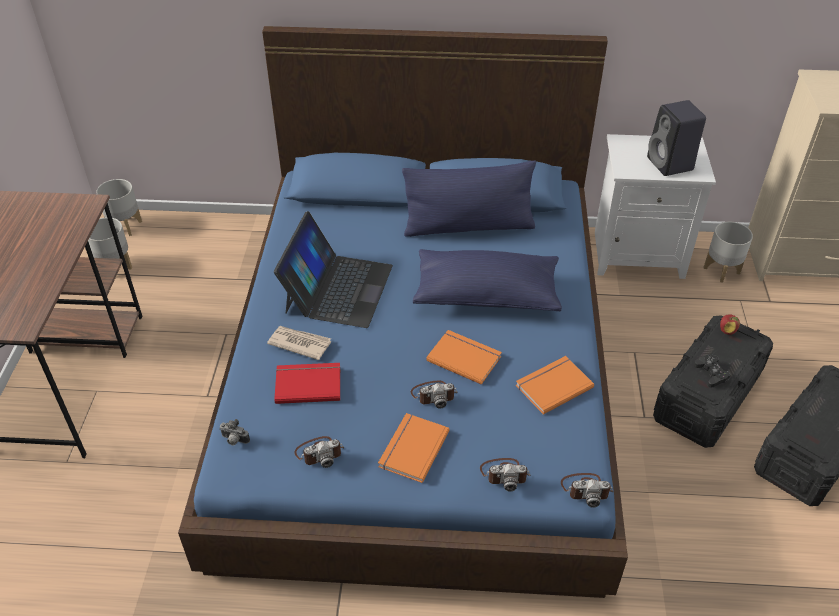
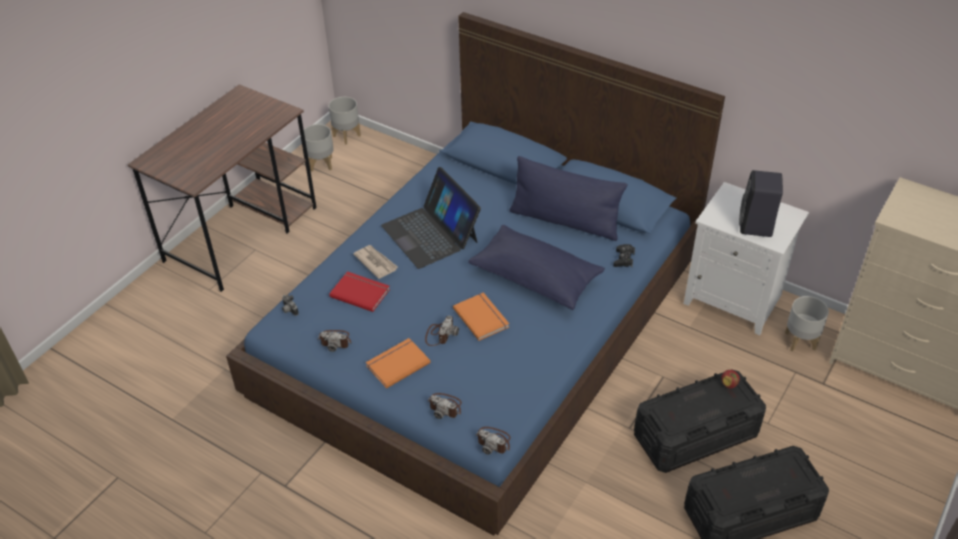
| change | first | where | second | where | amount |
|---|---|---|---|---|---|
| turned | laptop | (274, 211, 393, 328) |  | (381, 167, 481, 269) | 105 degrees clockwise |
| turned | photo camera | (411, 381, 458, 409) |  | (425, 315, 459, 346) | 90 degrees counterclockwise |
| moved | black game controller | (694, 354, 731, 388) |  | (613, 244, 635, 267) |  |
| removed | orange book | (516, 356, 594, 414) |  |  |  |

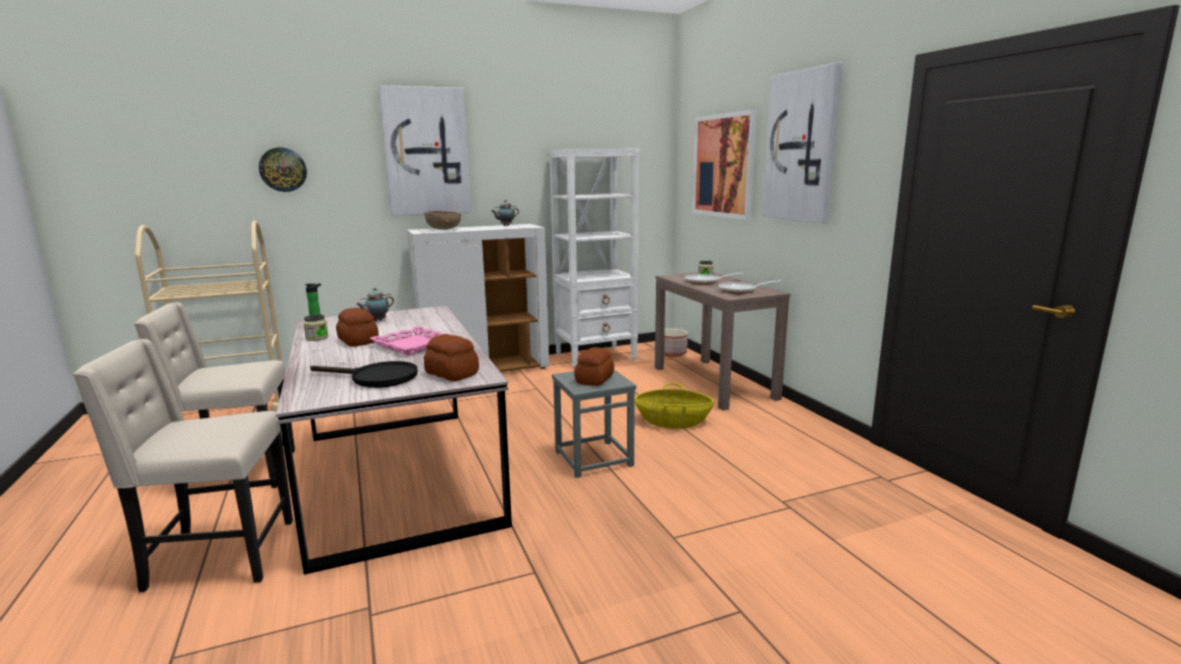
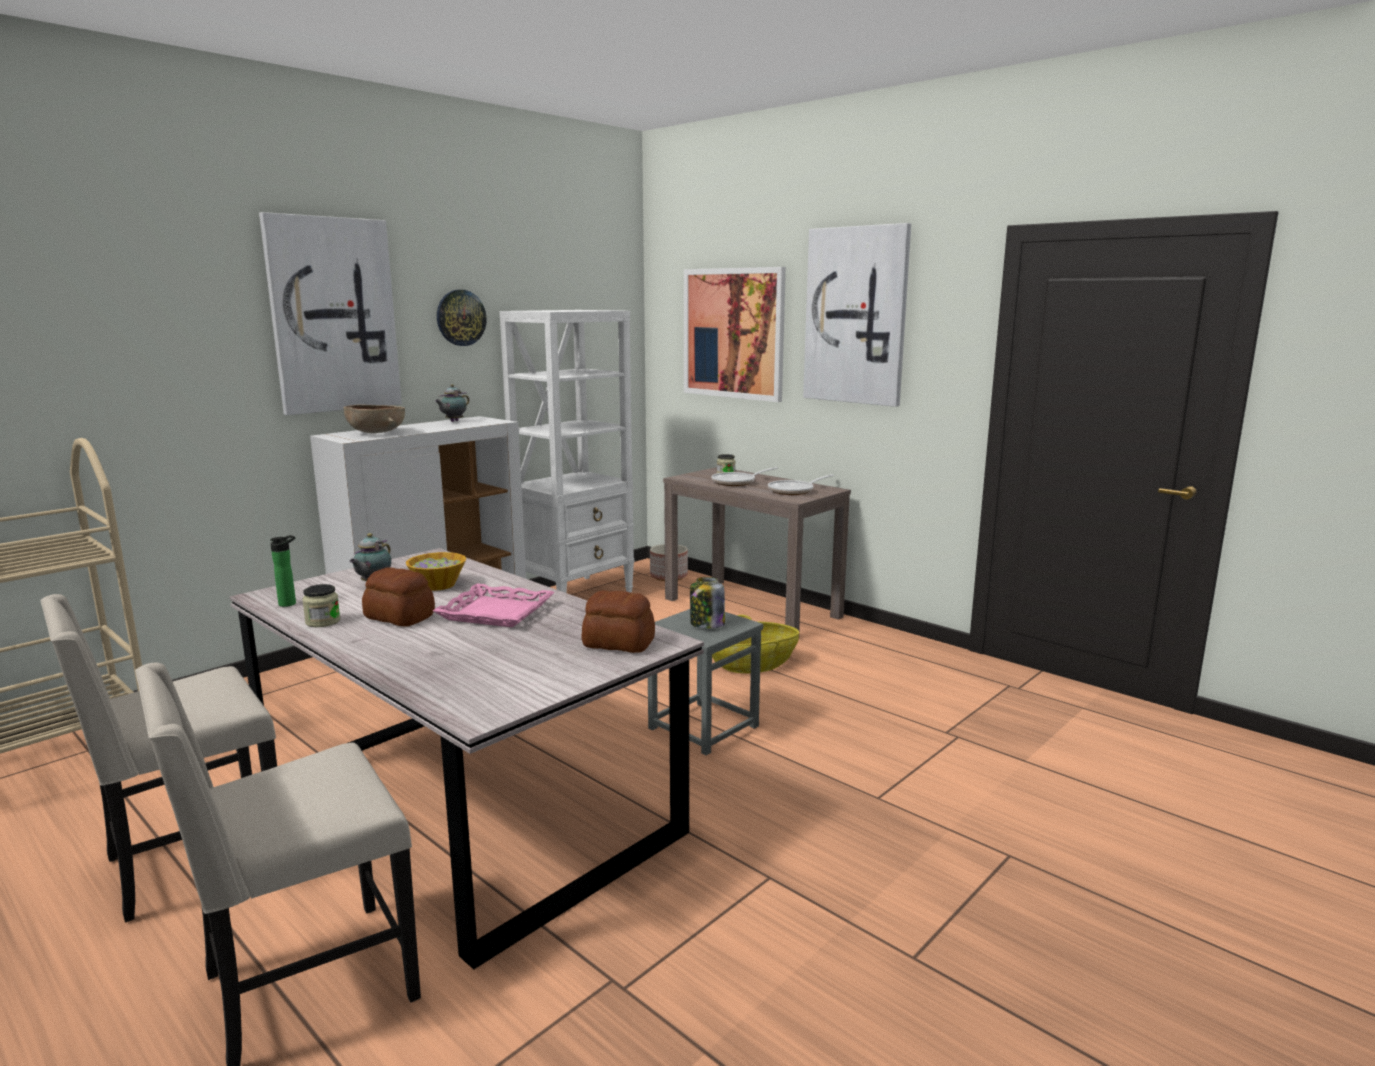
| change | first | where | second | where | amount |
|---|---|---|---|---|---|
| added |  |  | bowl | (406, 552, 466, 591) |  |
| moved | wall clock | (259, 148, 307, 192) |  | (437, 290, 487, 346) |  |
| replaced | bread | (574, 347, 614, 386) | jar | (690, 577, 725, 628) |  |
| removed | black frying pan | (310, 361, 418, 388) |  |  |  |

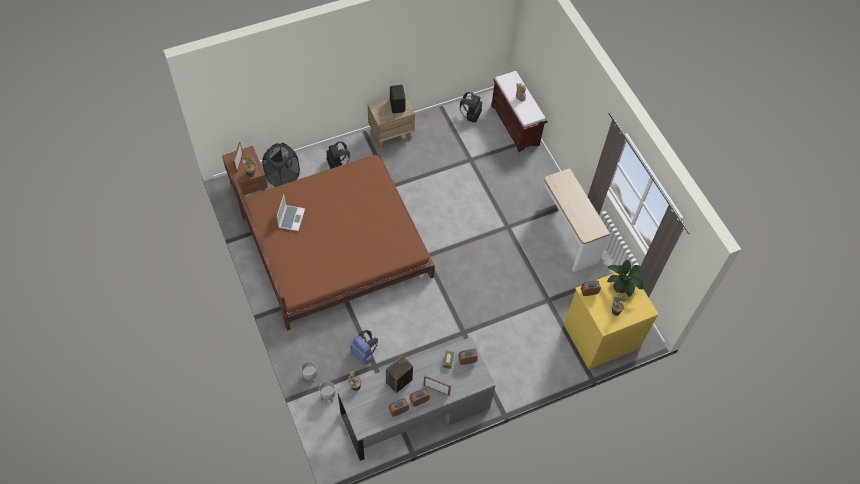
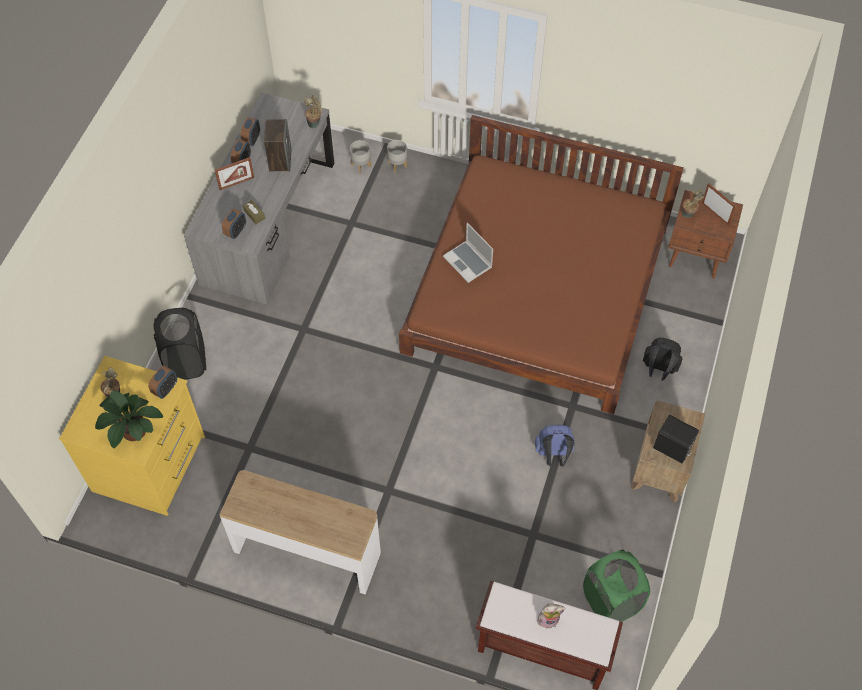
| change | first | where | second | where | amount |
|---|---|---|---|---|---|
| moved | black laundry basket | (262, 143, 300, 187) |  | (154, 308, 206, 380) |  |
| moved | laptop | (277, 195, 305, 231) |  | (443, 223, 493, 283) |  |
| moved | blue backpack | (350, 330, 378, 365) |  | (535, 425, 575, 467) |  |
| replaced | black backpack | (460, 92, 482, 123) | green laundry basket | (583, 550, 650, 622) |  |

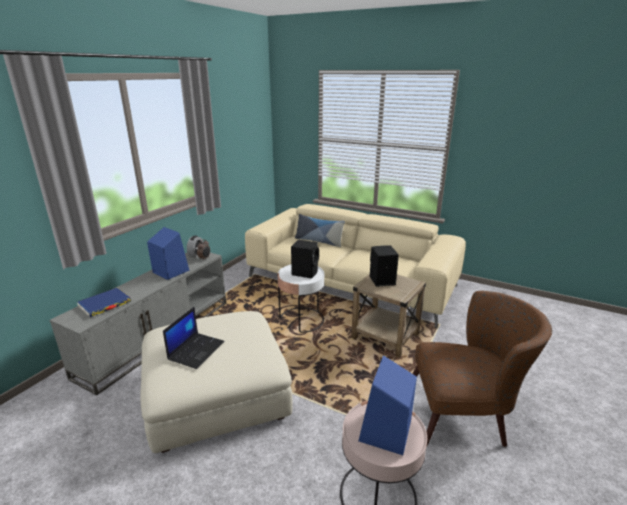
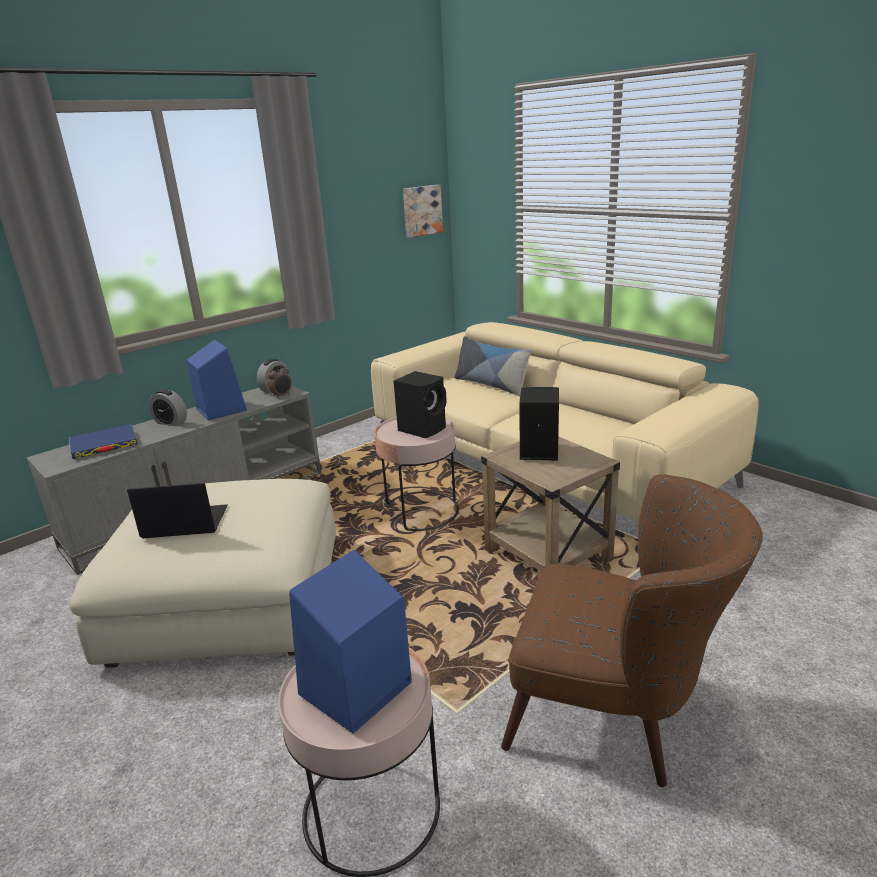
| change | first | where | second | where | amount |
|---|---|---|---|---|---|
| turned | laptop | (163, 307, 225, 369) |  | (127, 483, 228, 539) | 135 degrees counterclockwise |
| added |  |  | alarm clock | (149, 390, 187, 426) |  |
| recoloured | white side table | (277, 265, 324, 333) | pink side table | (374, 417, 459, 531) |  |
| added |  |  | picture | (403, 185, 443, 238) |  |

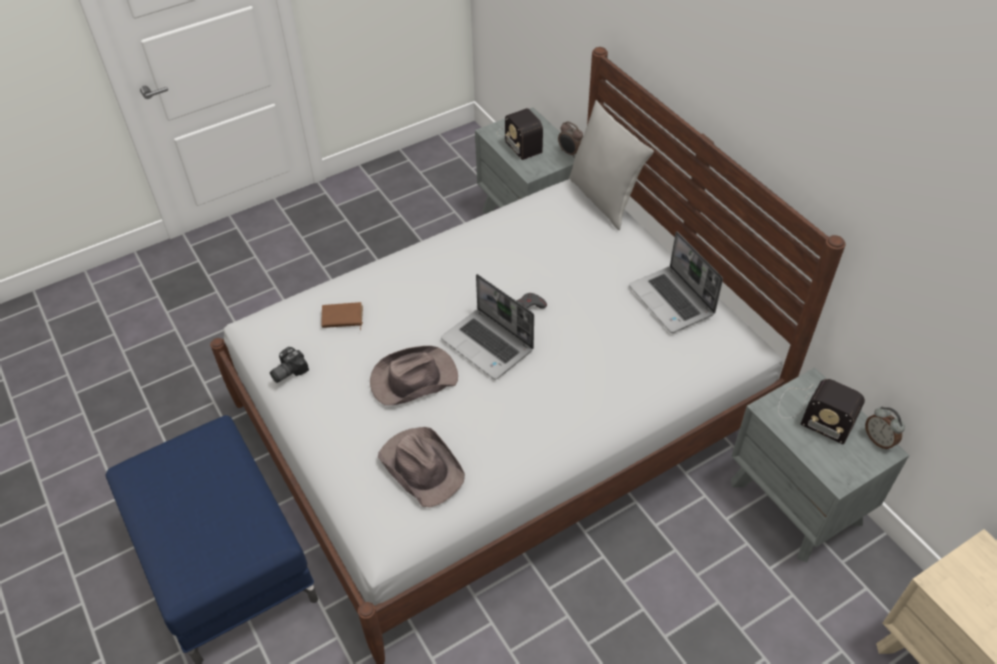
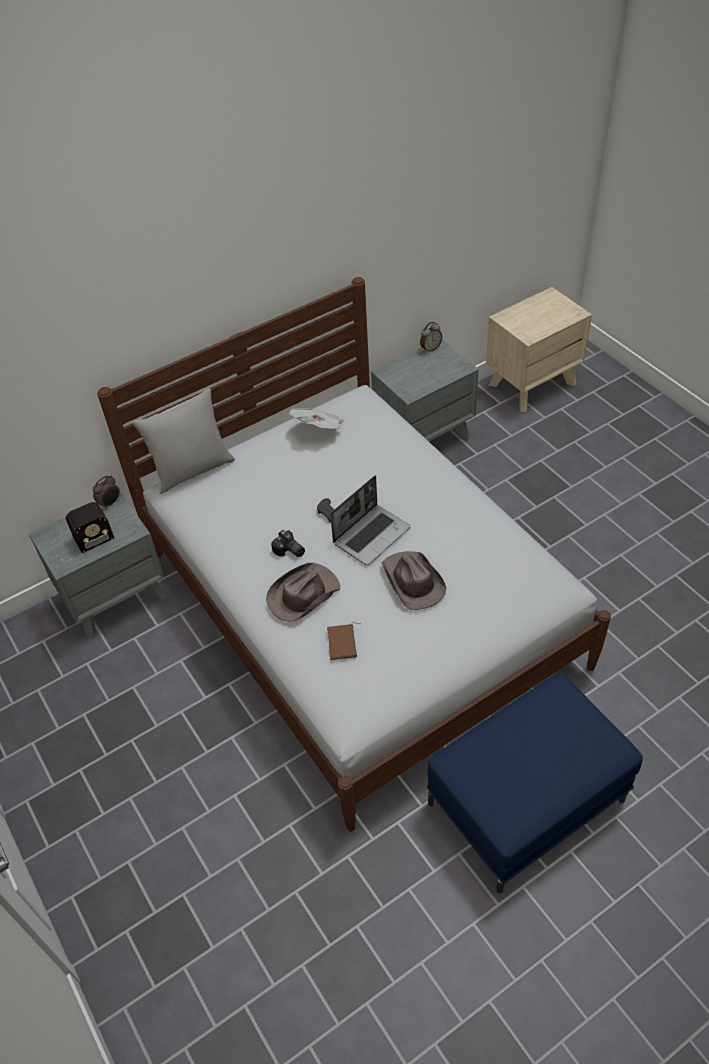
| change | first | where | second | where | amount |
|---|---|---|---|---|---|
| moved | brown hat | (378, 427, 465, 507) |  | (266, 563, 340, 622) |  |
| moved | photo camera | (270, 347, 309, 383) |  | (271, 530, 305, 557) |  |
| replaced | laptop | (629, 231, 723, 333) | newspaper | (289, 408, 344, 429) |  |
| removed | radio | (778, 379, 865, 445) |  |  |  |

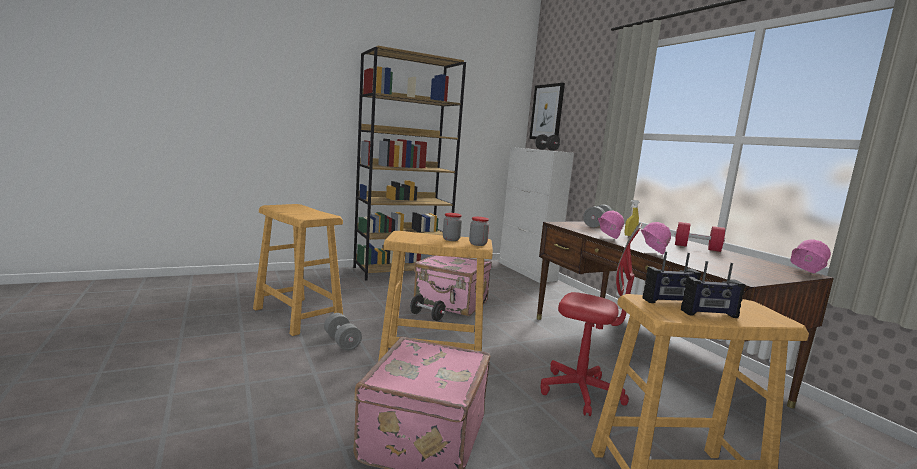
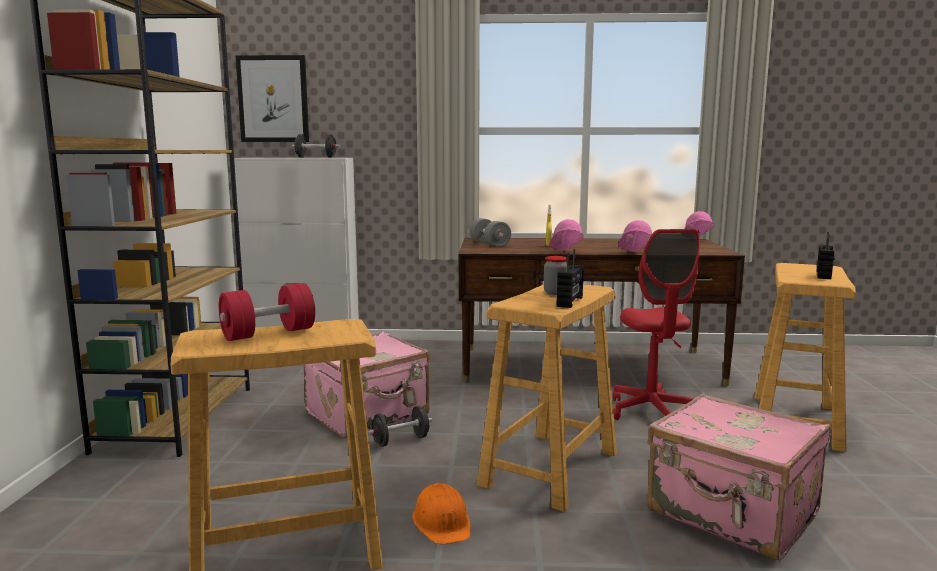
| change | first | where | second | where | amount |
|---|---|---|---|---|---|
| moved | red dumbbell | (675, 222, 725, 252) |  | (218, 283, 315, 341) |  |
| replaced | grey dumbbell | (324, 313, 362, 351) | orange hard hat | (412, 483, 471, 545) |  |
| moved | radio | (643, 251, 701, 303) |  | (557, 249, 584, 308) |  |
| turned | red office chair | (540, 223, 642, 416) |  | (613, 229, 700, 420) | 120 degrees clockwise |
| removed | jar | (469, 217, 489, 246) |  |  |  |

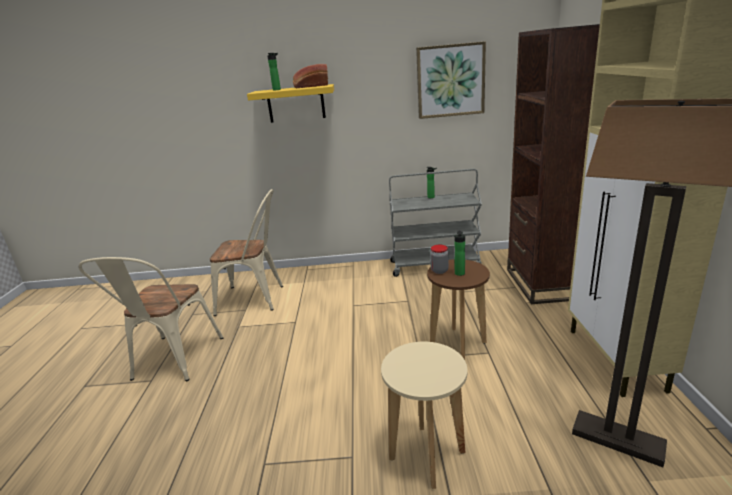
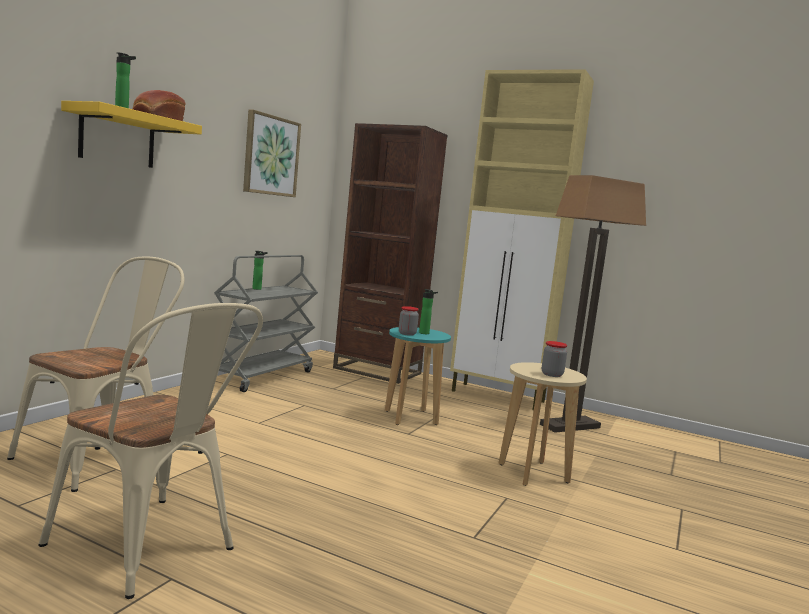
| change | first | where | second | where | amount |
|---|---|---|---|---|---|
| recoloured | brown stool | (427, 259, 490, 360) | turquoise stool | (385, 327, 451, 425) |  |
| added |  |  | jar | (542, 341, 567, 377) |  |

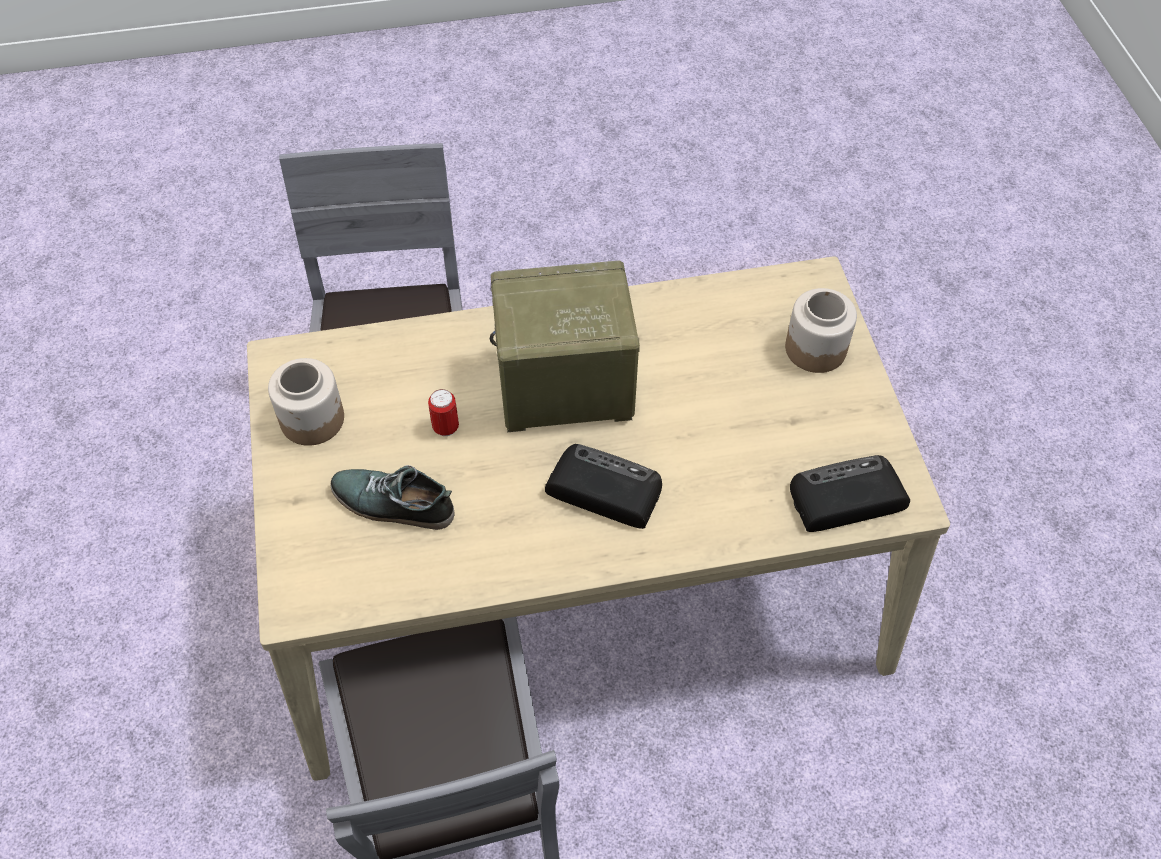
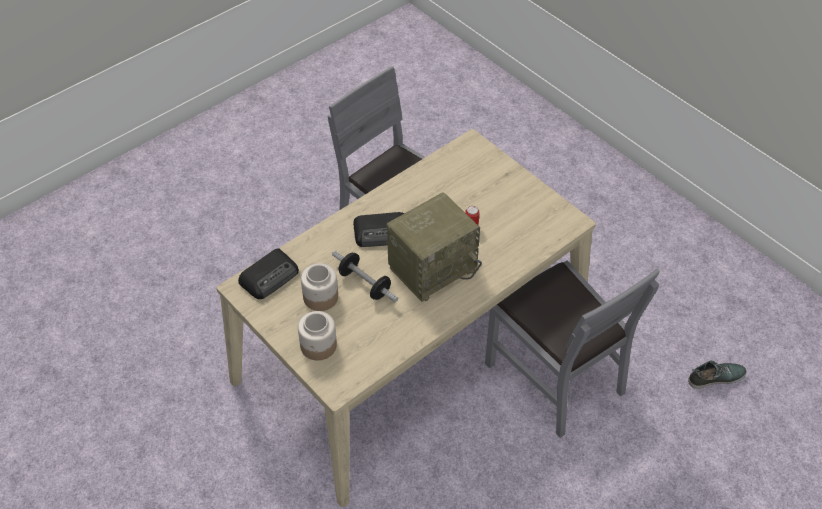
| change | first | where | second | where | amount |
|---|---|---|---|---|---|
| moved | jar | (268, 358, 344, 446) |  | (301, 263, 338, 311) |  |
| added |  |  | dumbbell | (332, 251, 398, 302) |  |
| moved | shoe | (331, 465, 455, 530) |  | (688, 360, 747, 389) |  |

